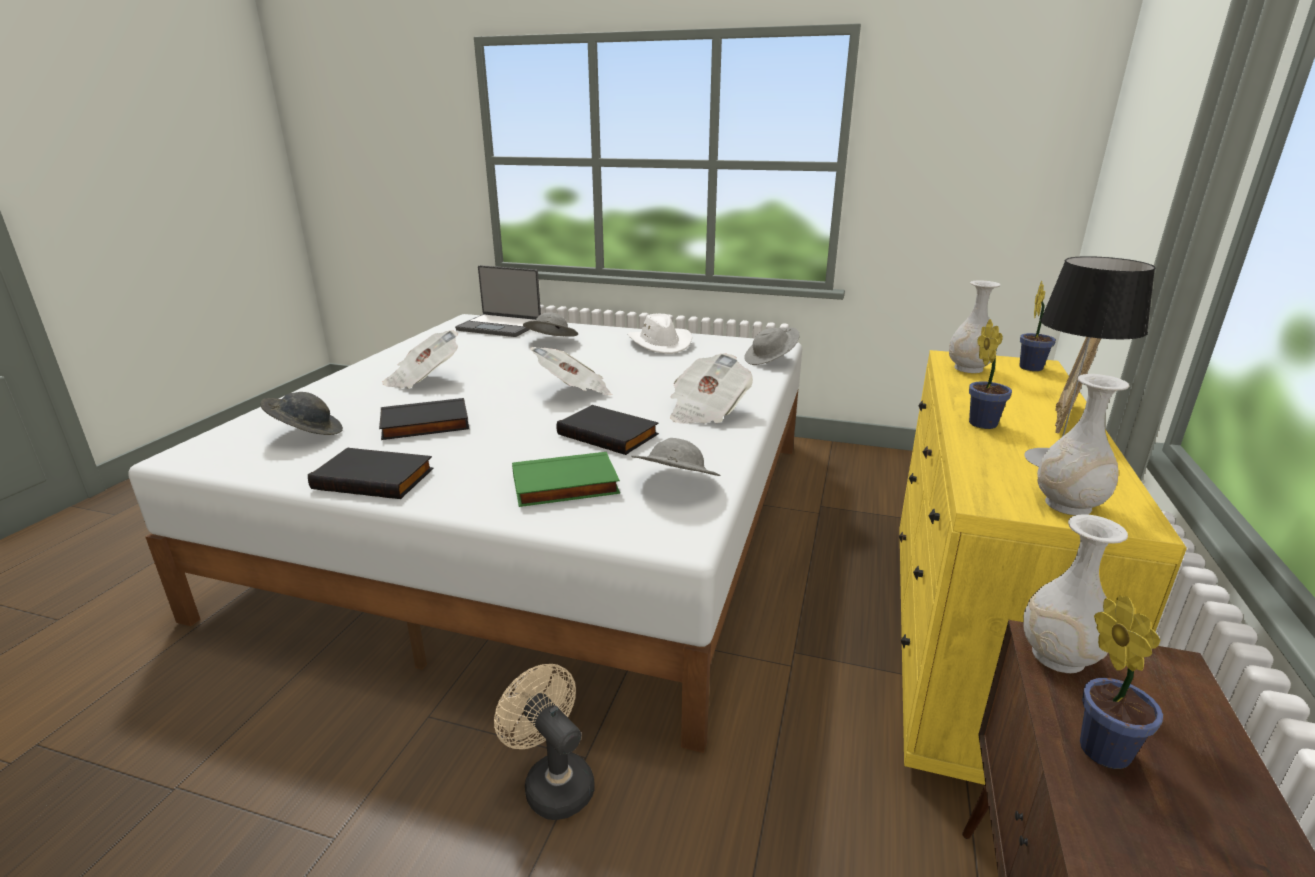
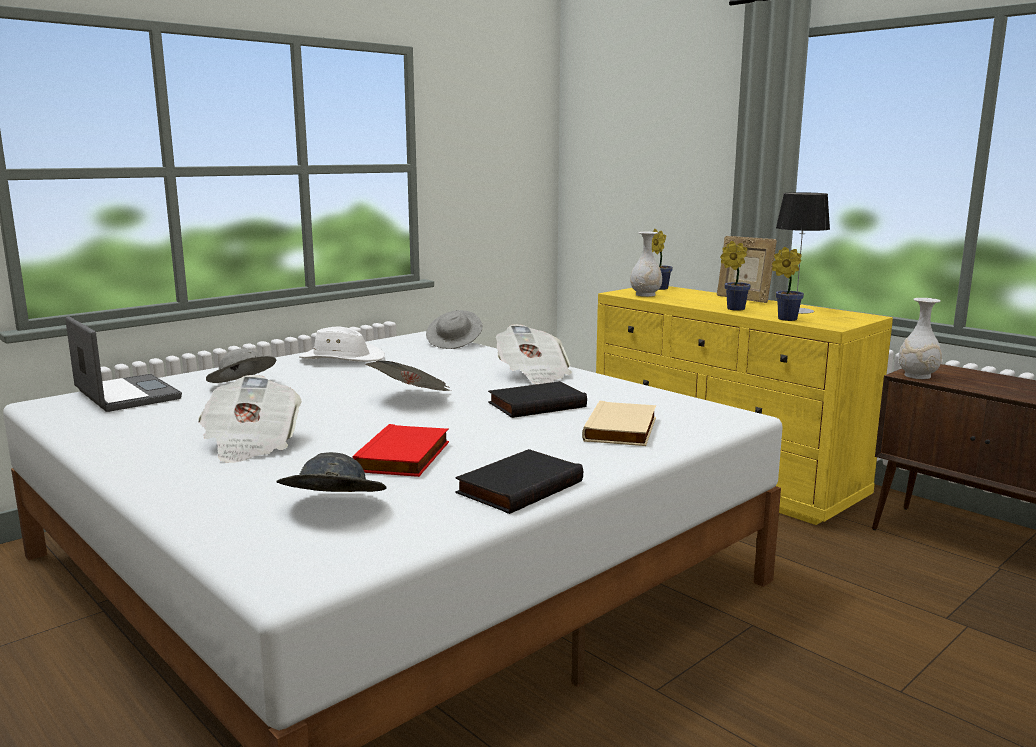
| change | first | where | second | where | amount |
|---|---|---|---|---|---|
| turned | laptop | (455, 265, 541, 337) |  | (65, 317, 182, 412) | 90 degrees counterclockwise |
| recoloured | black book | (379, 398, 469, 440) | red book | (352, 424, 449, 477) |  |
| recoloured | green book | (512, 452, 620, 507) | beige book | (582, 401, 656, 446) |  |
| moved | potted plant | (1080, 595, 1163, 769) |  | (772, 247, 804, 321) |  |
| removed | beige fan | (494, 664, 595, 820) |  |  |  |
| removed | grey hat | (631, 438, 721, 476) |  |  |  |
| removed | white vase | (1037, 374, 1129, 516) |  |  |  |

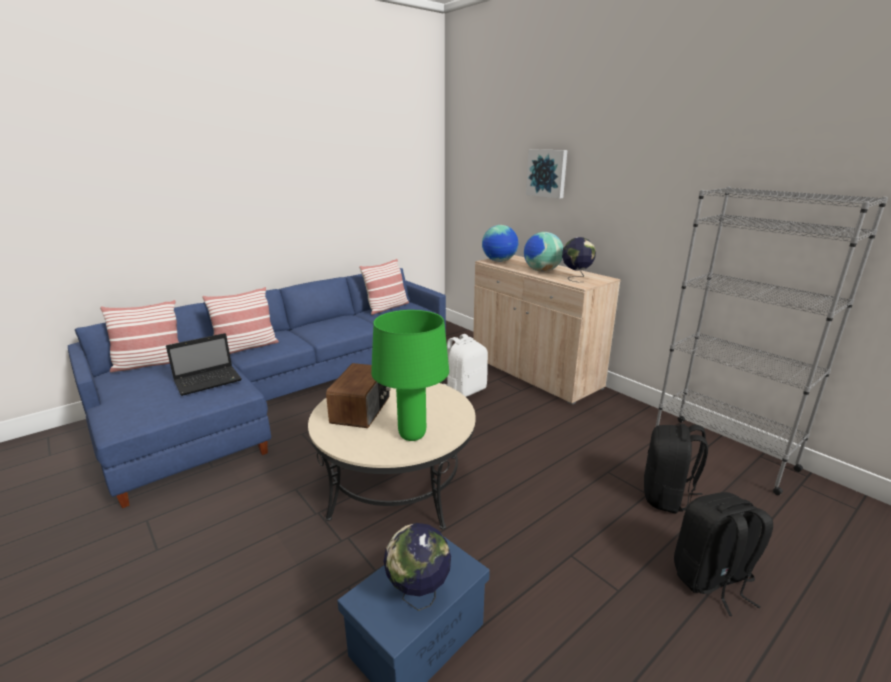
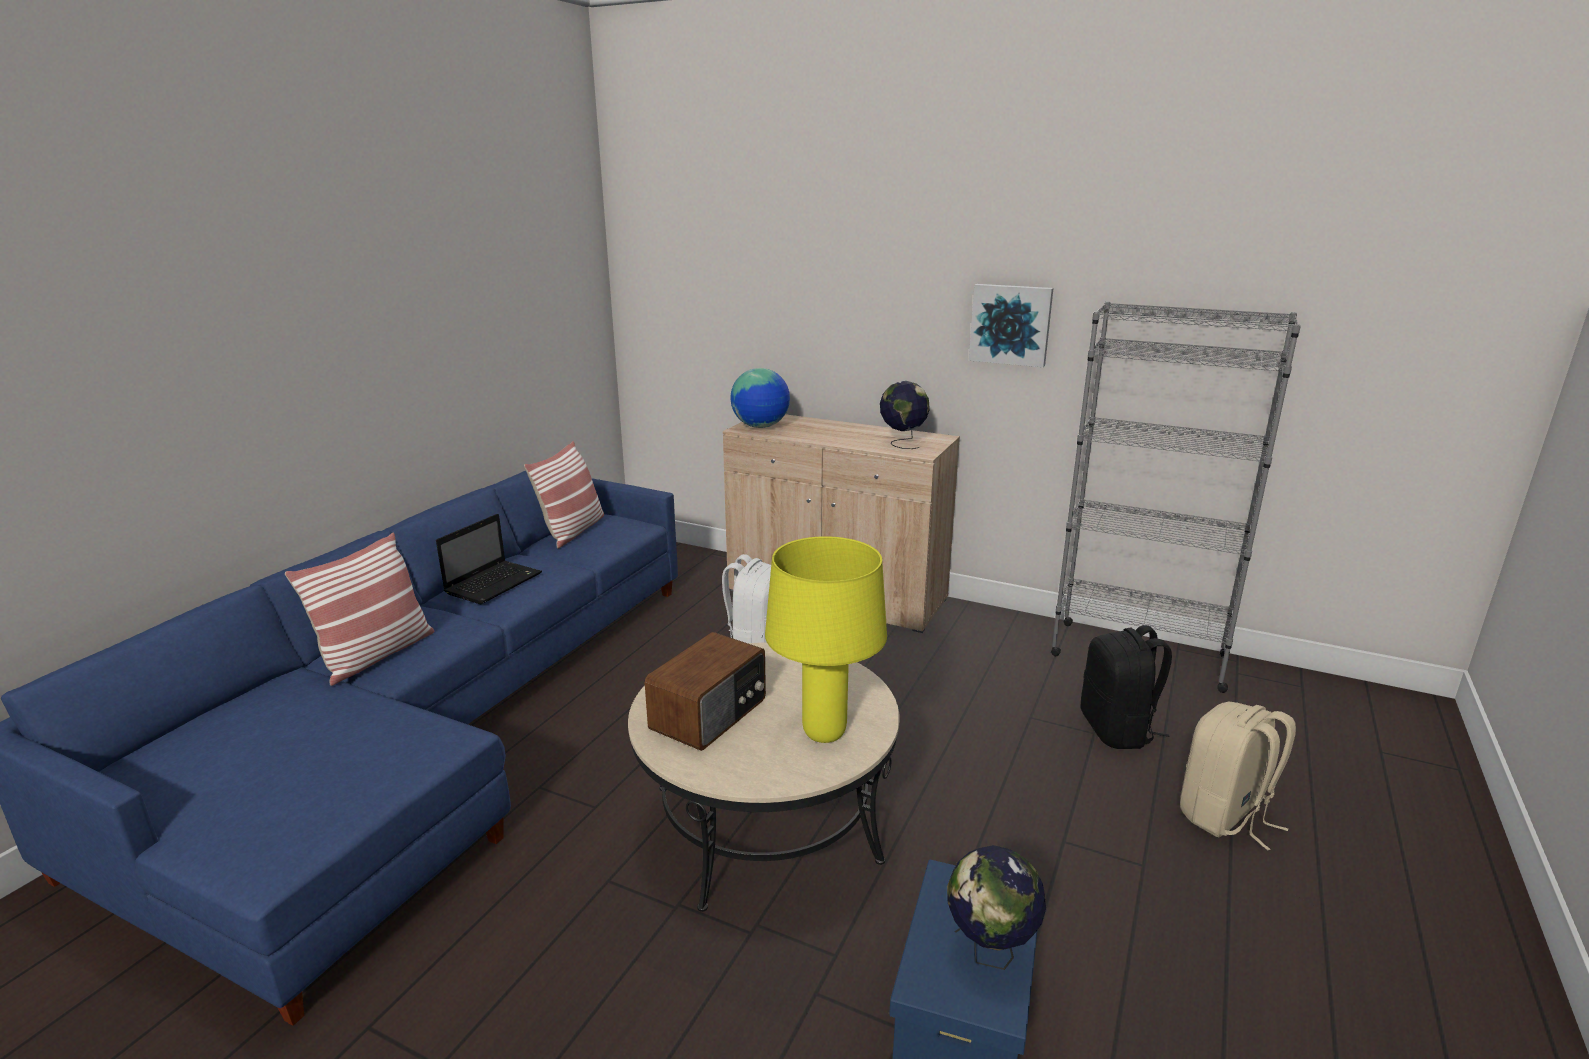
| change | first | where | second | where | amount |
|---|---|---|---|---|---|
| moved | laptop | (166, 333, 242, 396) |  | (436, 514, 542, 604) |  |
| turned | radio | (326, 363, 391, 428) |  | (645, 632, 766, 751) | 45 degrees clockwise |
| recoloured | green table lamp | (371, 310, 449, 441) | yellow table lamp | (765, 536, 887, 743) |  |
| moved | picture | (526, 150, 567, 199) |  | (969, 284, 1053, 367) |  |
| recoloured | black backpack | (674, 492, 773, 616) | beige backpack | (1180, 702, 1296, 851) |  |
| removed | pillow | (100, 300, 179, 372) |  |  |  |
| removed | globe | (524, 232, 563, 272) |  |  |  |

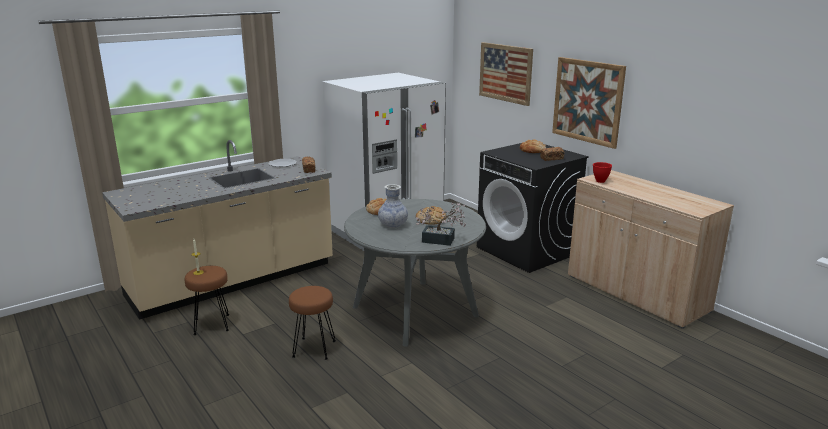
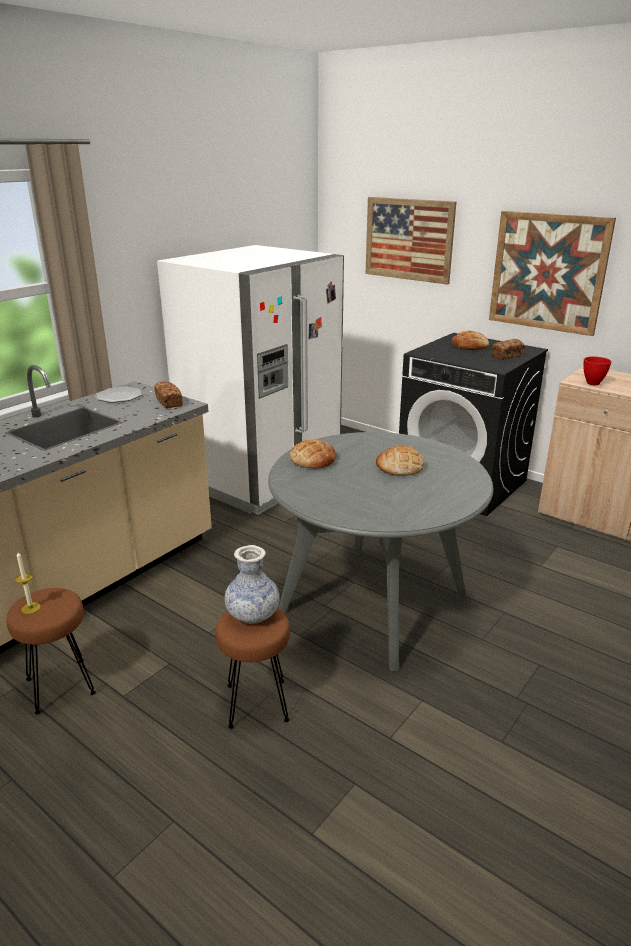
| change | first | where | second | where | amount |
|---|---|---|---|---|---|
| moved | vase | (378, 184, 408, 228) |  | (225, 545, 280, 624) |  |
| removed | potted plant | (416, 203, 466, 246) |  |  |  |

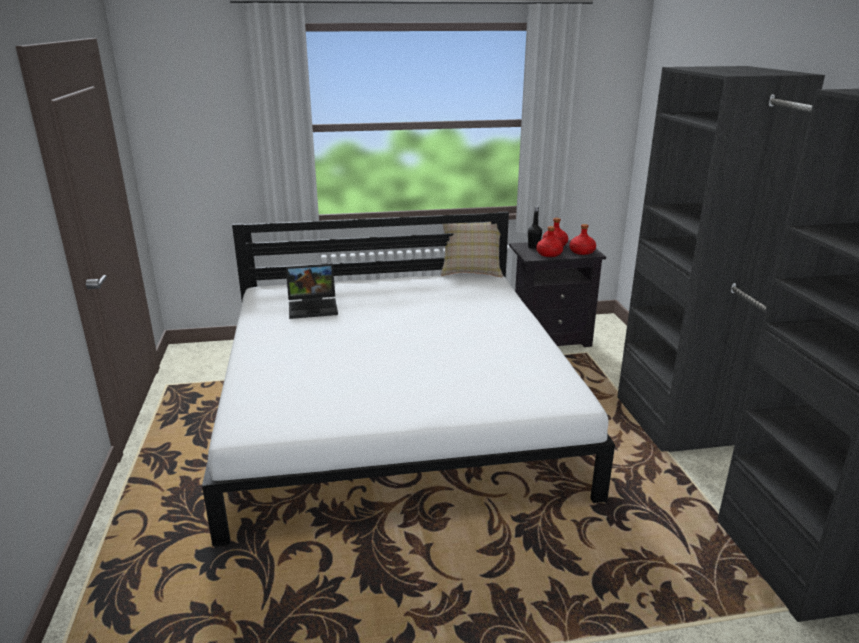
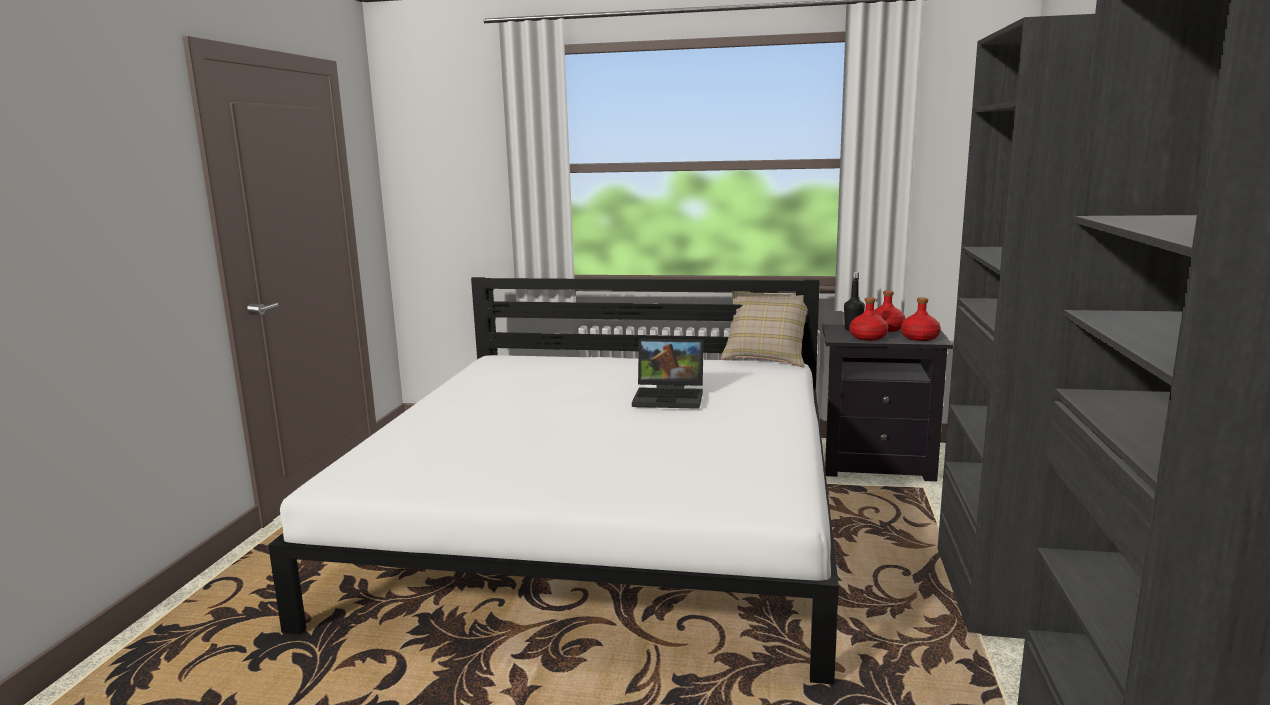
| change | first | where | second | where | amount |
|---|---|---|---|---|---|
| moved | laptop | (286, 264, 338, 319) |  | (632, 339, 703, 409) |  |

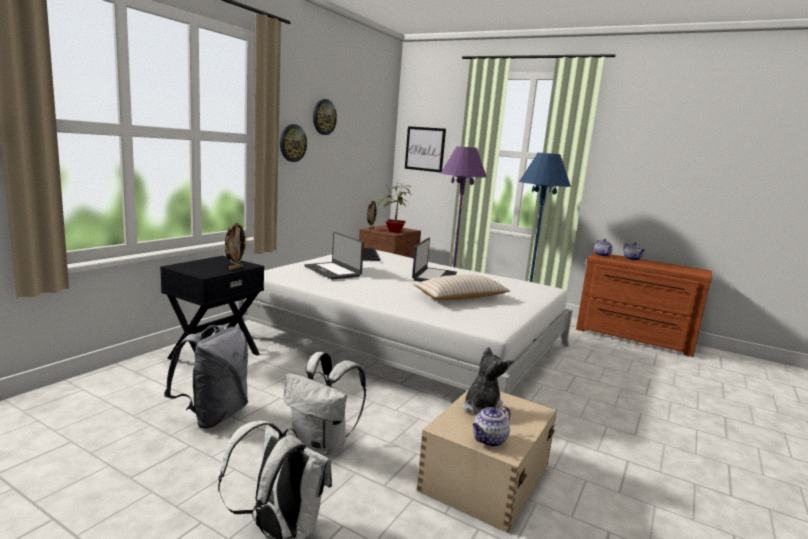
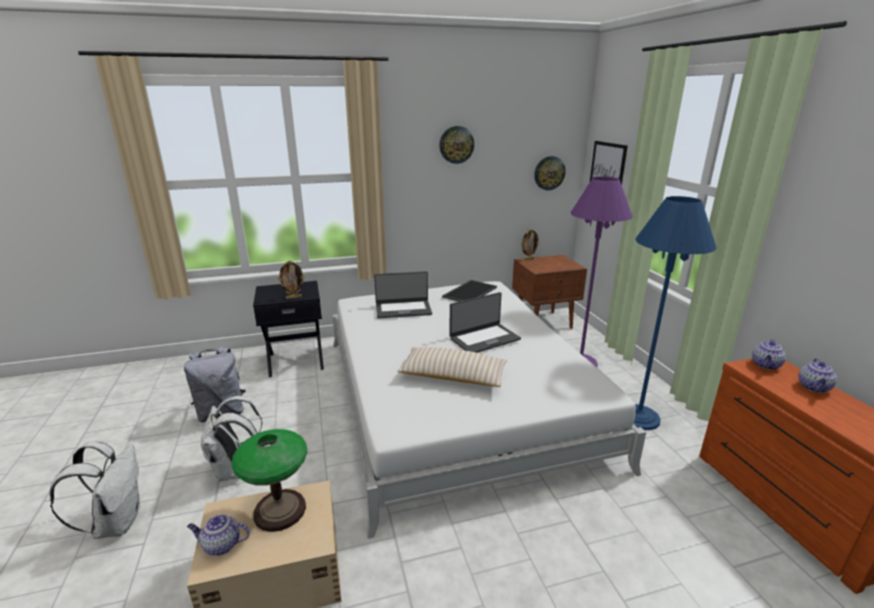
| change | first | where | second | where | amount |
|---|---|---|---|---|---|
| replaced | plush toy | (462, 346, 511, 414) | table lamp | (232, 429, 307, 532) |  |
| turned | laptop | (304, 232, 364, 280) |  | (374, 271, 432, 318) | 105 degrees counterclockwise |
| moved | wall clock | (280, 124, 307, 162) |  | (534, 156, 566, 190) |  |
| removed | potted plant | (378, 185, 412, 233) |  |  |  |

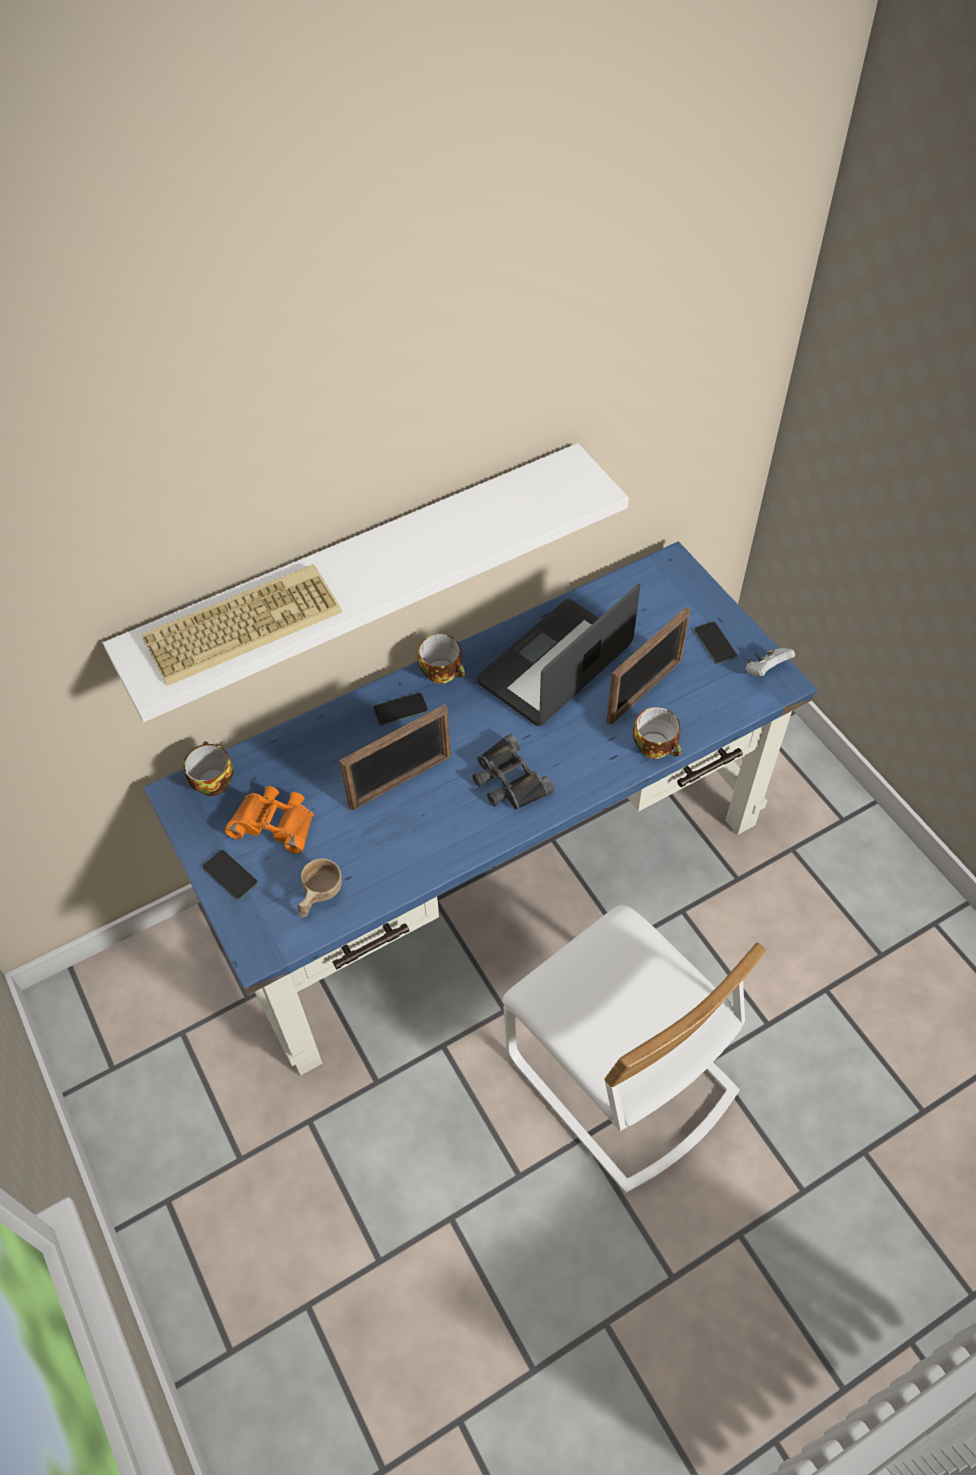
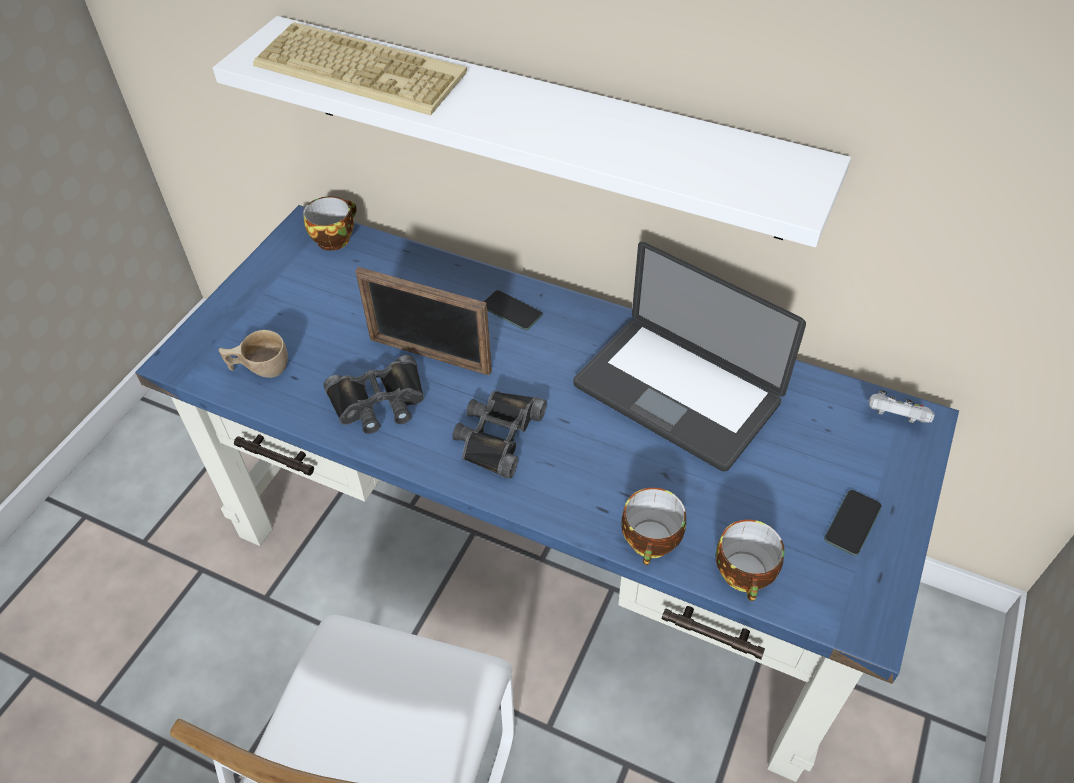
| change | first | where | second | where | amount |
|---|---|---|---|---|---|
| added |  |  | black binoculars | (323, 355, 424, 434) |  |
| turned | laptop | (477, 584, 640, 726) |  | (573, 242, 806, 471) | 150 degrees counterclockwise |
| moved | cup | (418, 634, 465, 684) |  | (716, 520, 785, 601) |  |
| moved | white game controller | (746, 648, 795, 676) |  | (869, 390, 934, 423) |  |
| removed | phone | (202, 850, 258, 900) |  |  |  |
| removed | orange binoculars | (225, 786, 314, 854) |  |  |  |
| removed | picture frame | (606, 607, 690, 725) |  |  |  |

